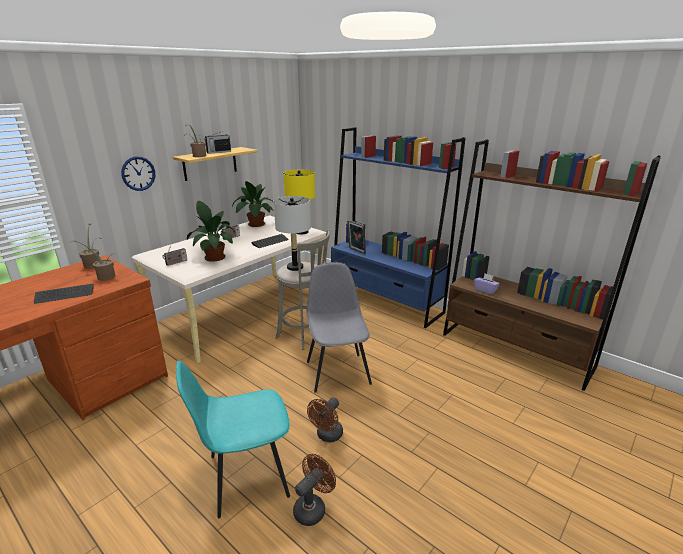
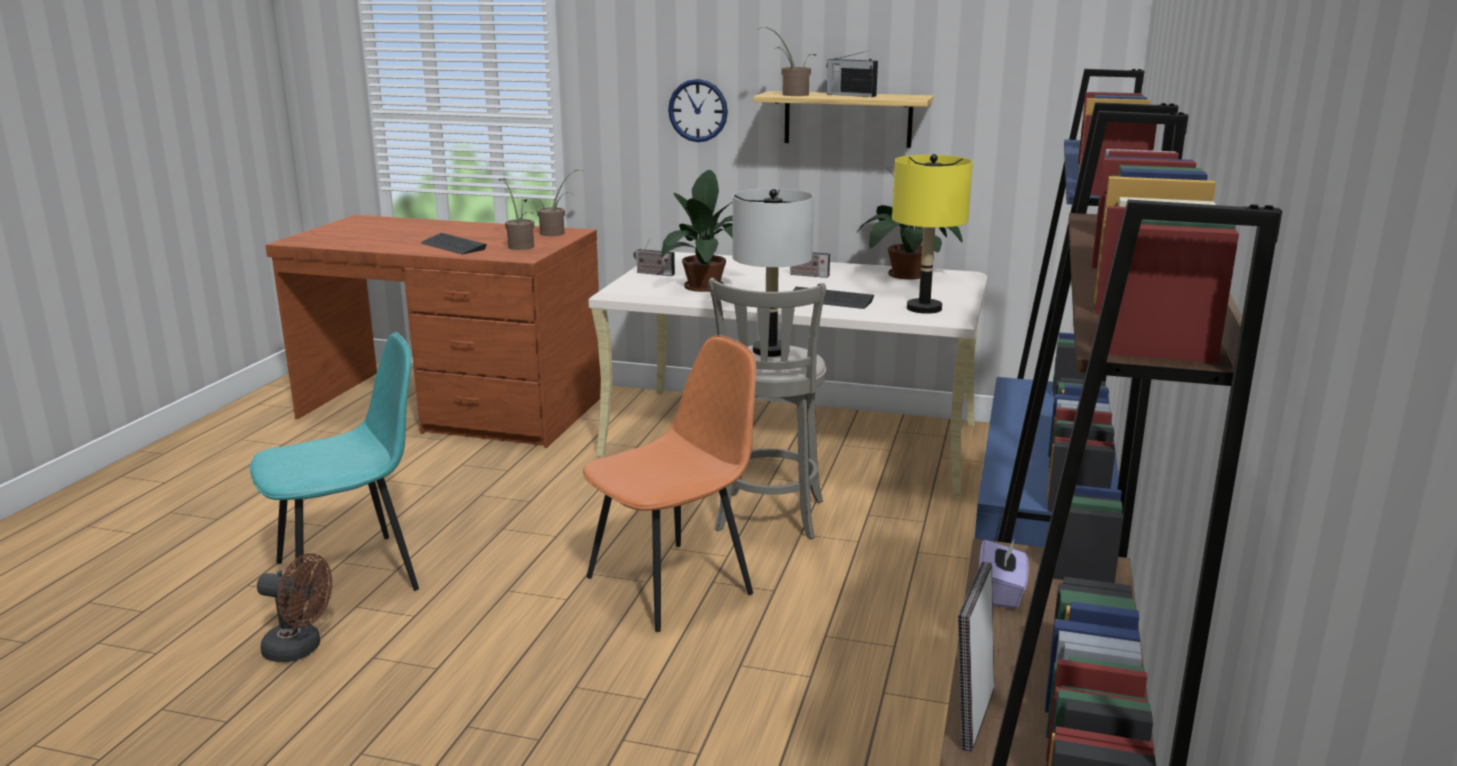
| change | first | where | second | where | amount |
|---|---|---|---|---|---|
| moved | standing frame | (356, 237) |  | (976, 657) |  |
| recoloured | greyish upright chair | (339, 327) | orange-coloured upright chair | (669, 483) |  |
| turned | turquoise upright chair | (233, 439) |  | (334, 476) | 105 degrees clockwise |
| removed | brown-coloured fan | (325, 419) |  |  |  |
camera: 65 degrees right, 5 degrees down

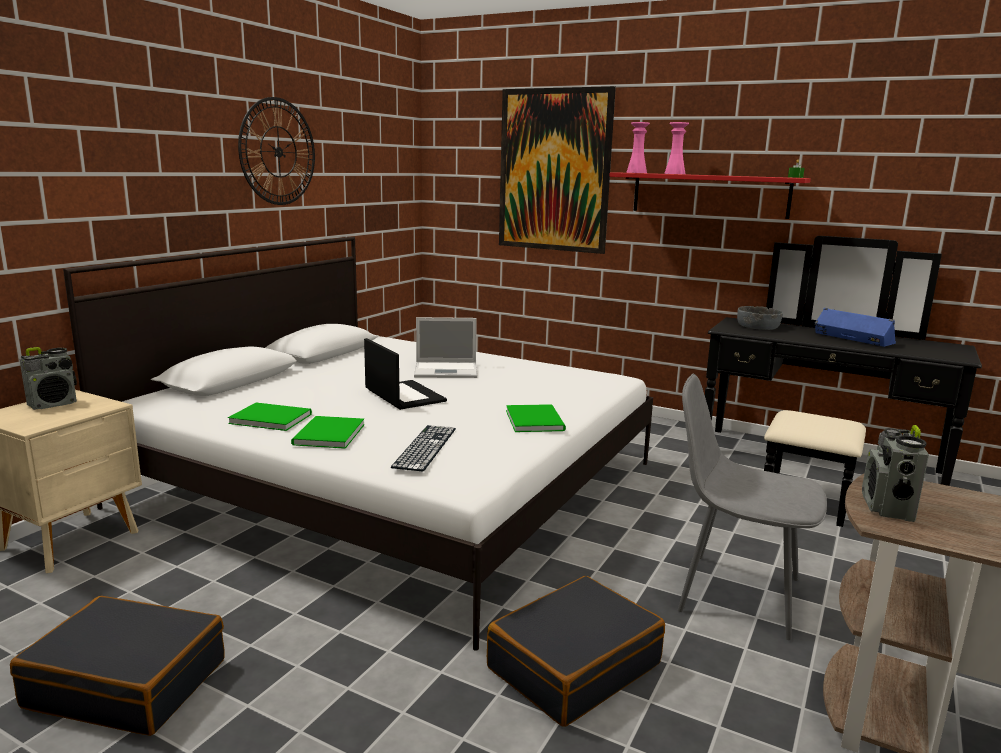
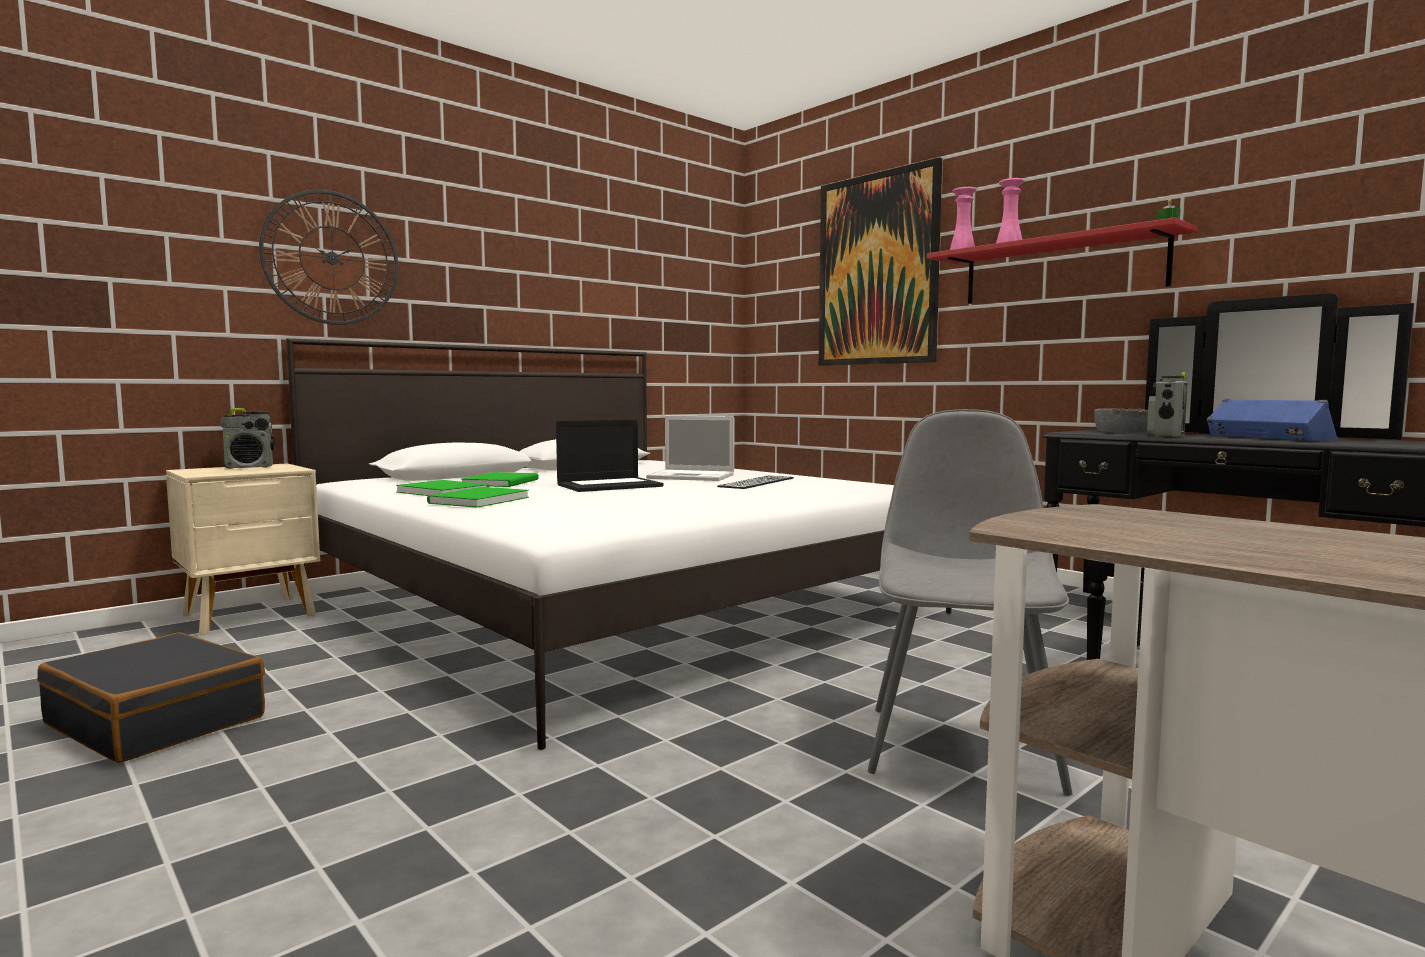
| change | first | where | second | where | amount |
|---|---|---|---|---|---|
| moved | wall clock | (276, 151) |  | (328, 257) |  |
| turned | portable computer | (405, 374) |  | (609, 456) | 75 degrees clockwise |
| turned | greyish upright chair | (752, 507) |  | (969, 602) | 60 degrees clockwise |
| moved | green-coloured bound book | (536, 418) |  | (500, 479) |  |
| moved | PC keyboard | (423, 448) |  | (755, 482) |  |
| moved | radio receiver | (895, 473) |  | (1167, 404) |  |
| removed | black-coloured piece of luggage | (576, 651) |  |  |  |
camera: 20 degrees right, 10 degrees down

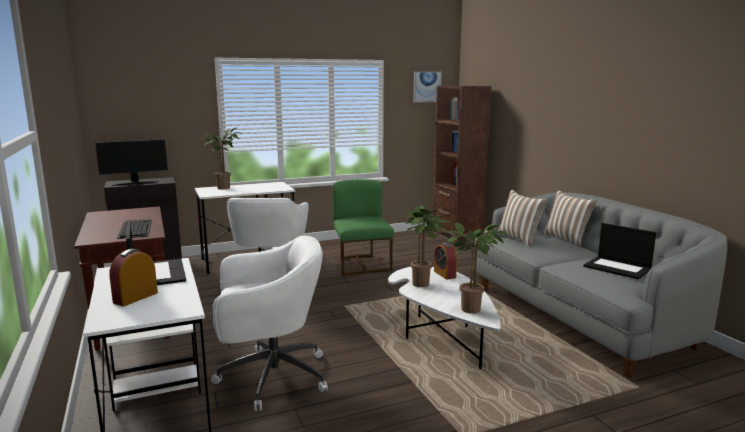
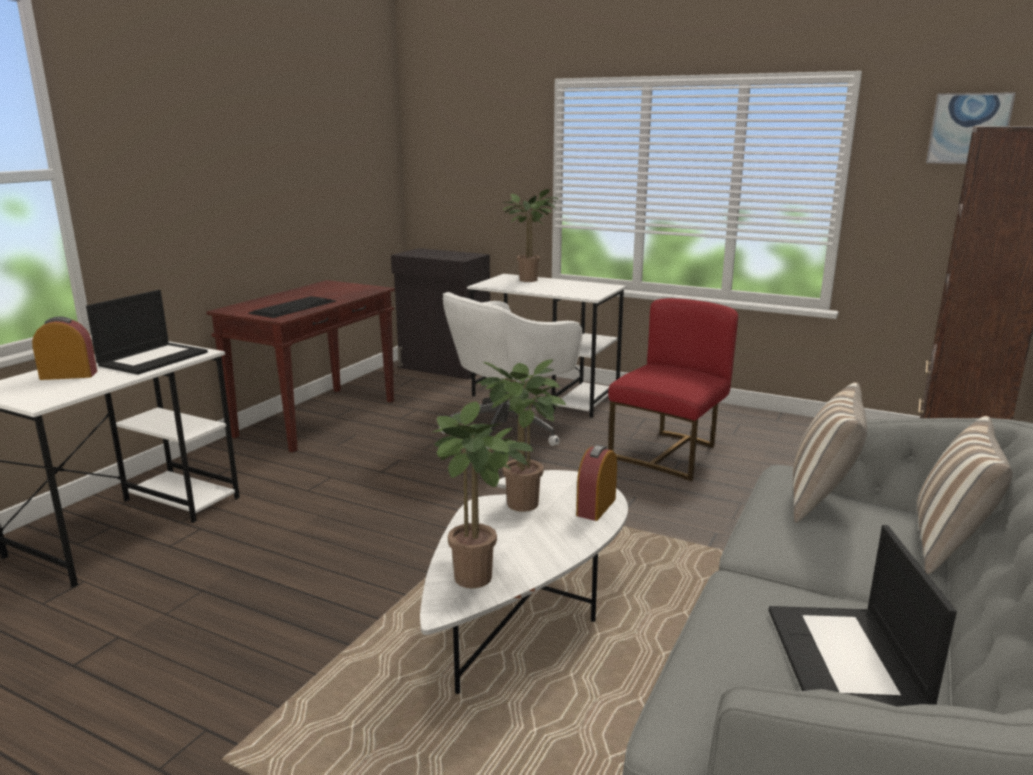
| change | first | where | second | where | amount |
|---|---|---|---|---|---|
| removed | computer screen | (131, 163) |  |  |  |
| recoloured | green-coloured upright chair | (363, 227) | red upright chair | (673, 389) |  |
| removed | white-coloured computer chair | (269, 323) |  |  |  |
camera: 50 degrees right, 5 degrees up

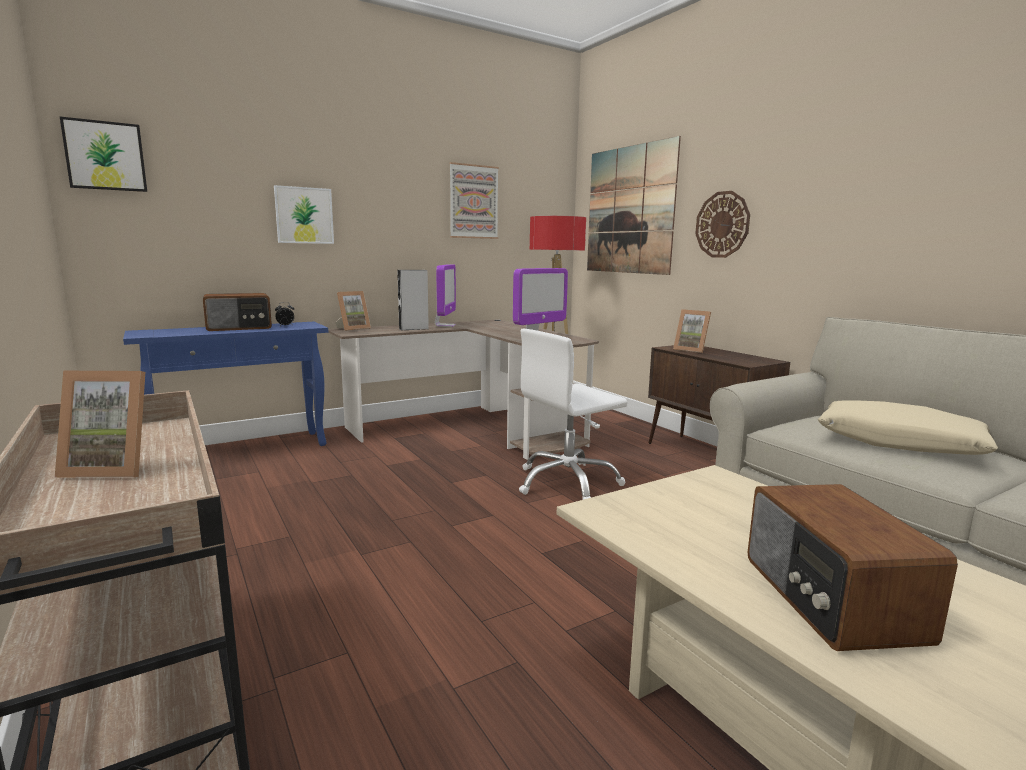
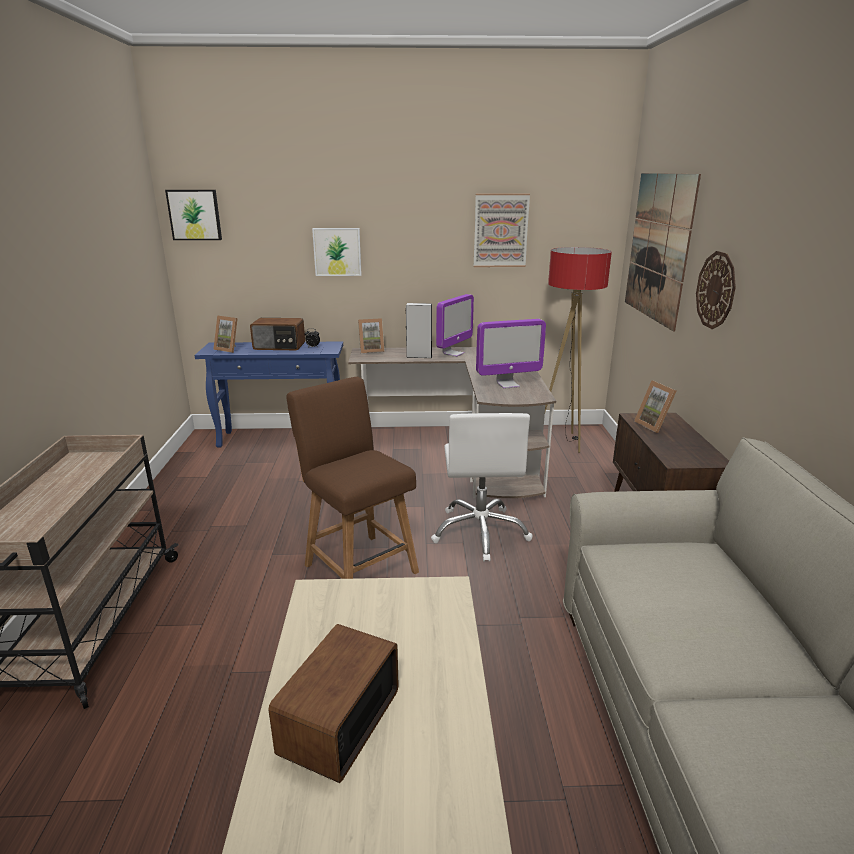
| change | first | where | second | where | amount |
|---|---|---|---|---|---|
| turned | white-coloured computer chair | (573, 414) |  | (482, 487) | 90 degrees counterclockwise |
| moved | standing frame | (100, 424) |  | (225, 334) |  |
| removed | beige-coloured pillow | (908, 427) |  |  |  |
| added |  |  | brown-coloured upright chair | (352, 478) |  |
camera: 30 degrees right, 10 degrees up

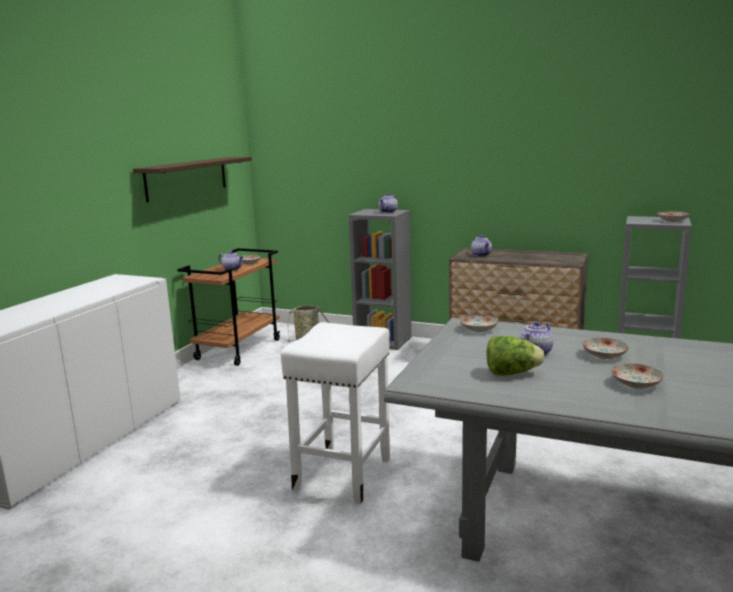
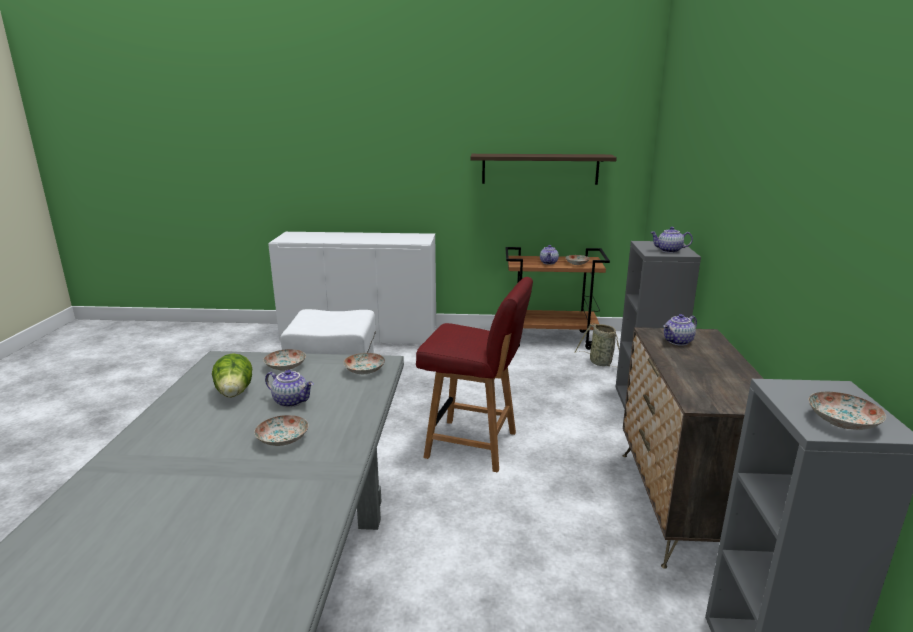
| change | first | where | second | where | amount |
|---|---|---|---|---|---|
| moved | flat dish | (637, 376) |  | (284, 360) |  |
| added |  |  | red upright chair | (474, 374) |  |
camera: 70 degrees right, 5 degrees up

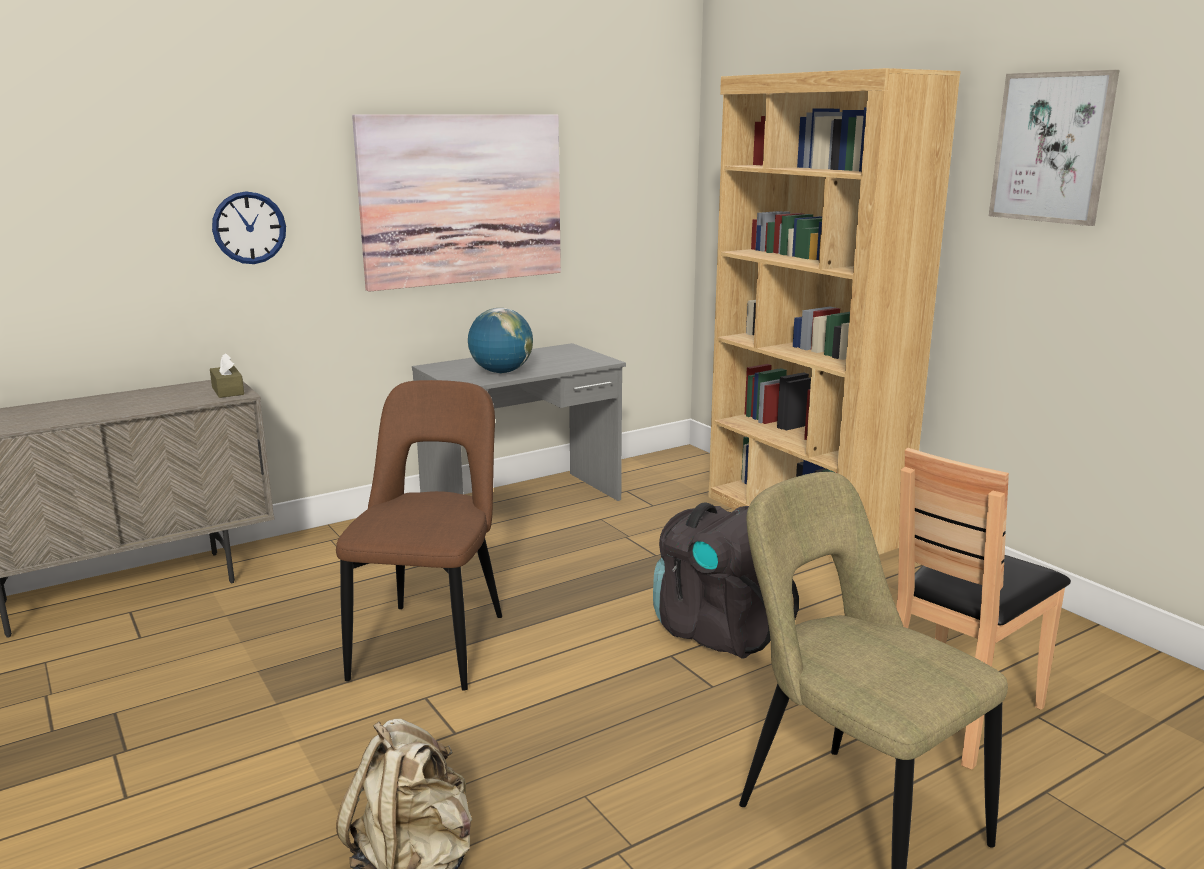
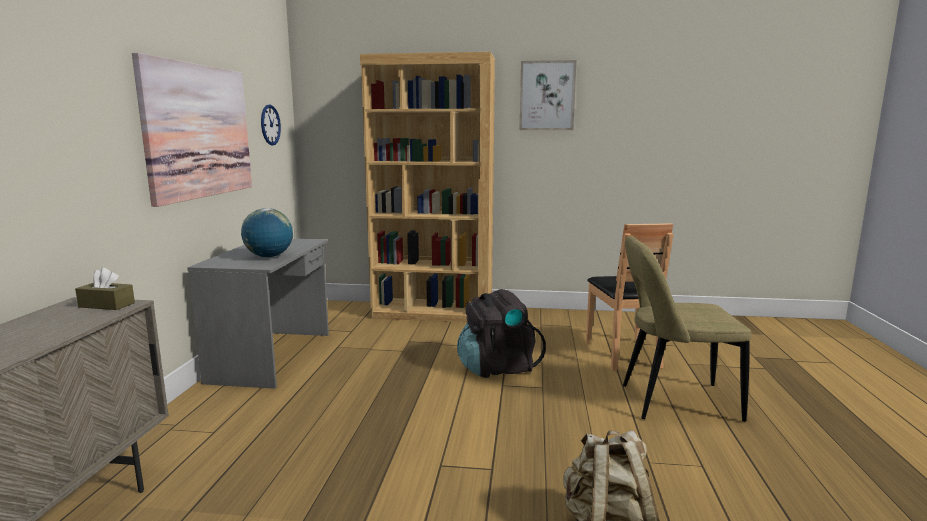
| change | first | where | second | where | amount |
|---|---|---|---|---|---|
| moved | wall clock | (249, 227) |  | (271, 125) |  |
| removed | brown-coloured upright chair | (419, 535) |  |  |  |
camera: 50 degrees left, 5 degrees down

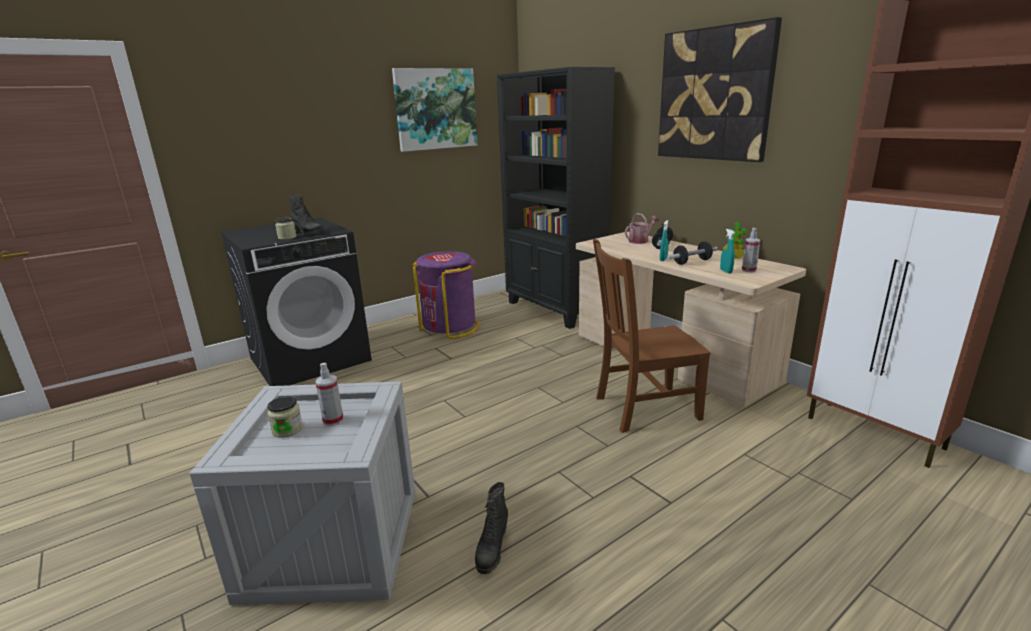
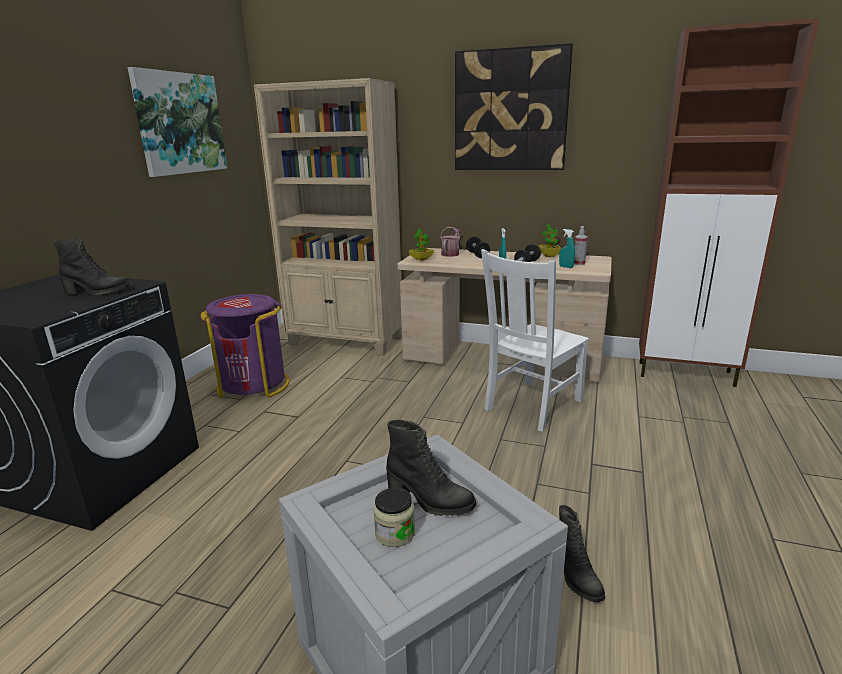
| change | first | where | second | where | amount |
|---|---|---|---|---|---|
| recoloured | black-coloured bookshelf | (556, 198) | beige-coloured bookshelf | (328, 217) |  |
| removed | preserve jar | (285, 229) |  |  |  |
| recoloured | brown-coloured upright chair | (652, 336) | white-coloured upright chair | (535, 341) |  |
| replaced | hand sprayer | (329, 394) | black-coloured tall boot | (431, 468) |  |
| added |  |  | plant in a pot | (421, 245) |  |
camera: 35 degrees left, 0 degrees up

